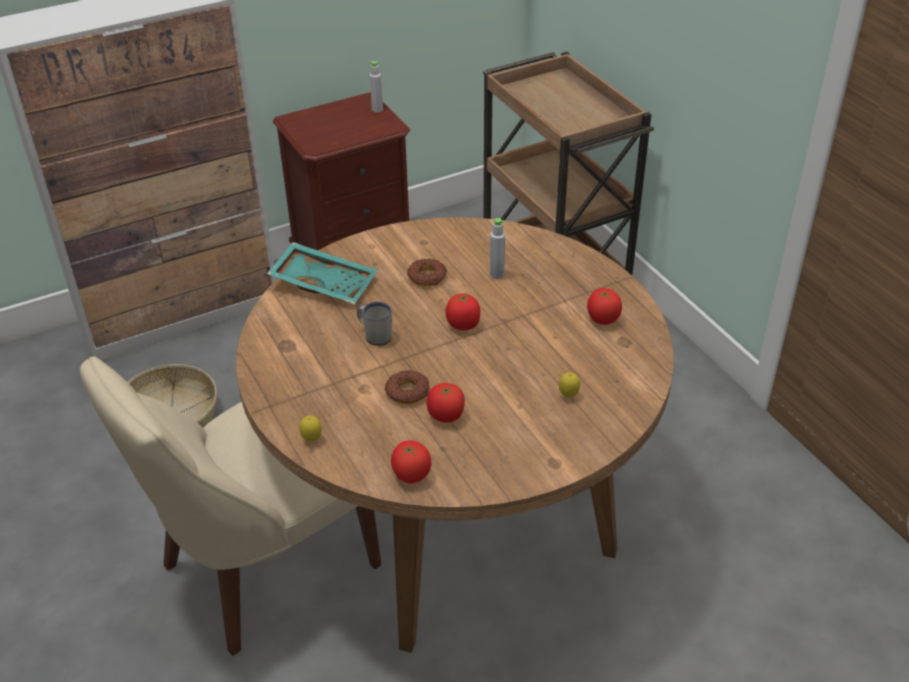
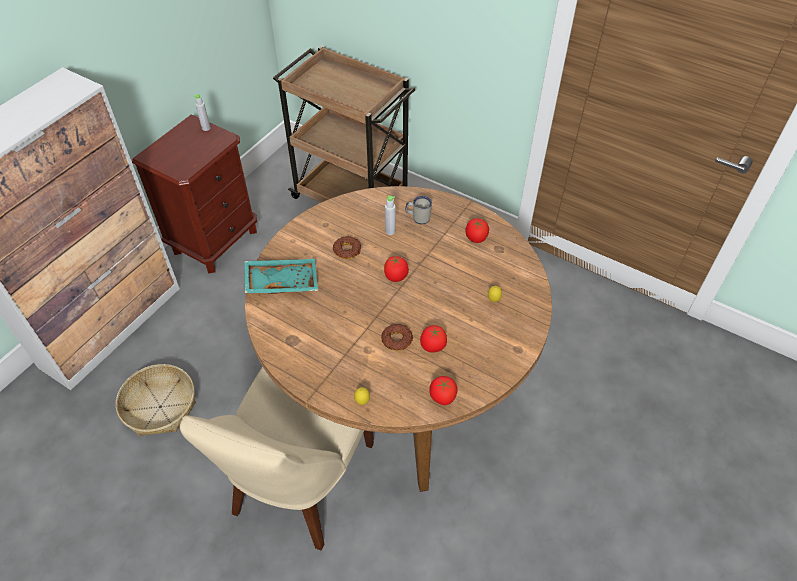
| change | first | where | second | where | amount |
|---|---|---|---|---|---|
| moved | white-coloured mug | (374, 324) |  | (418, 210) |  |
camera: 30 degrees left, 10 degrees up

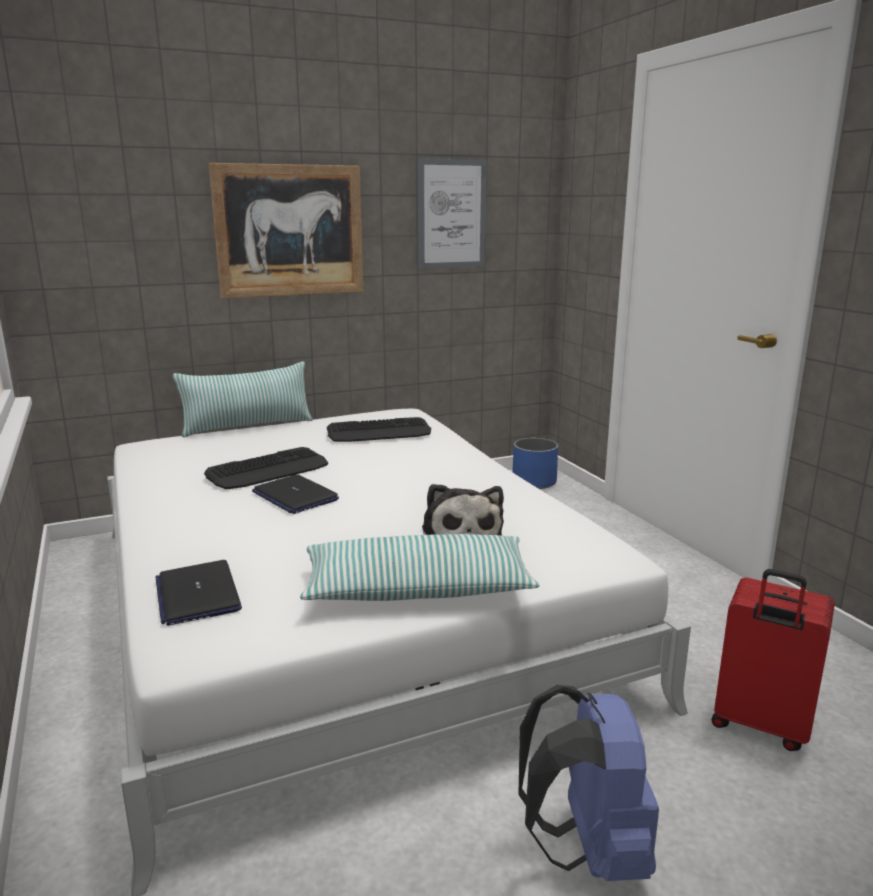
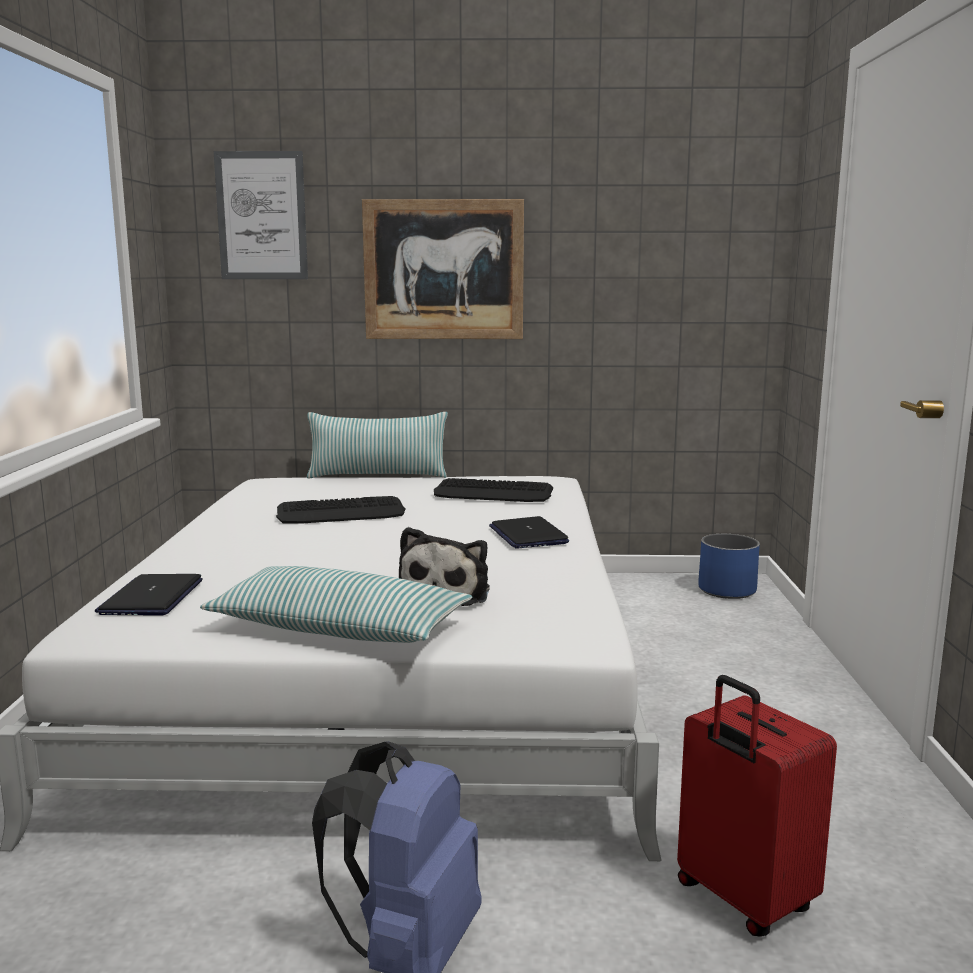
| change | first | where | second | where | amount |
|---|---|---|---|---|---|
| moved | wall picture | (452, 213) |  | (261, 215) |  |
| moved | portable computer | (295, 494) |  | (529, 532) |  |
camera: 25 degrees right, 5 degrees down

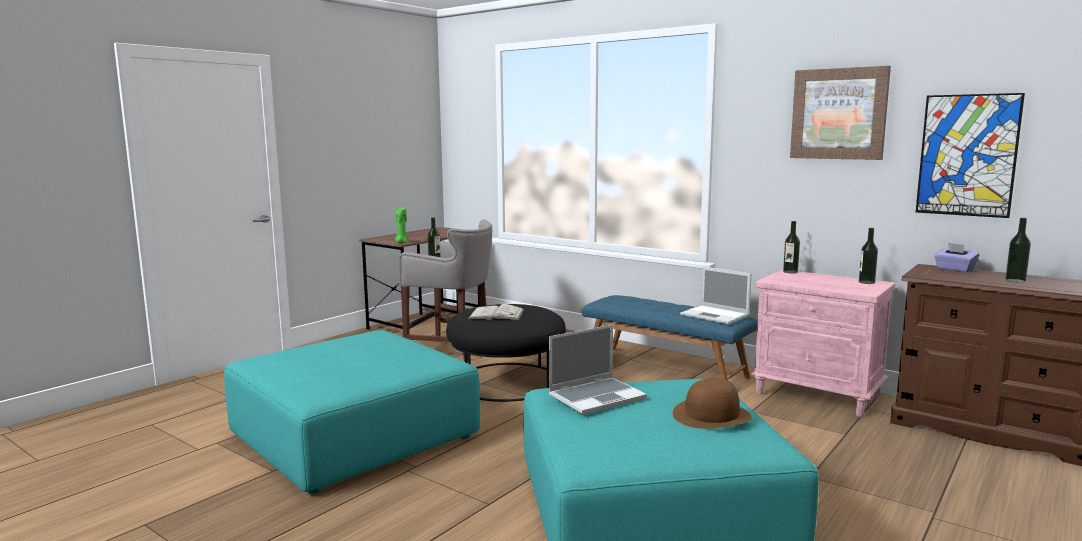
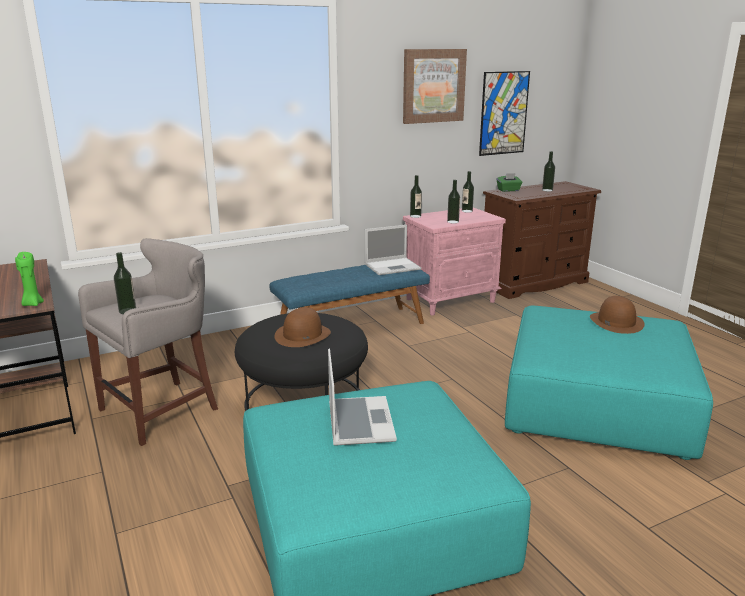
| change | first | where | second | where | amount |
|---|---|---|---|---|---|
| recoloured | purplish tissue holder | (956, 257) | green-coloured tissue holder | (509, 182) |  |
| replaced | white-coloured bound book | (496, 312) | brown-coloured clothing hat | (302, 327) |  |
| moved | portable computer | (598, 370) |  | (362, 397) |  |
| added |  |  | beverage bottle | (453, 201) |  |
camera: 65 degrees left, 10 degrees up

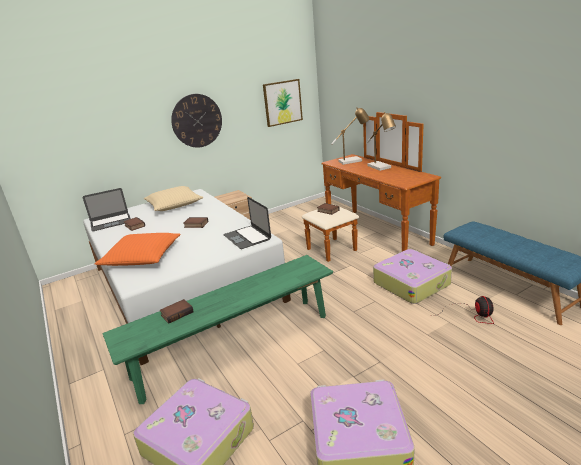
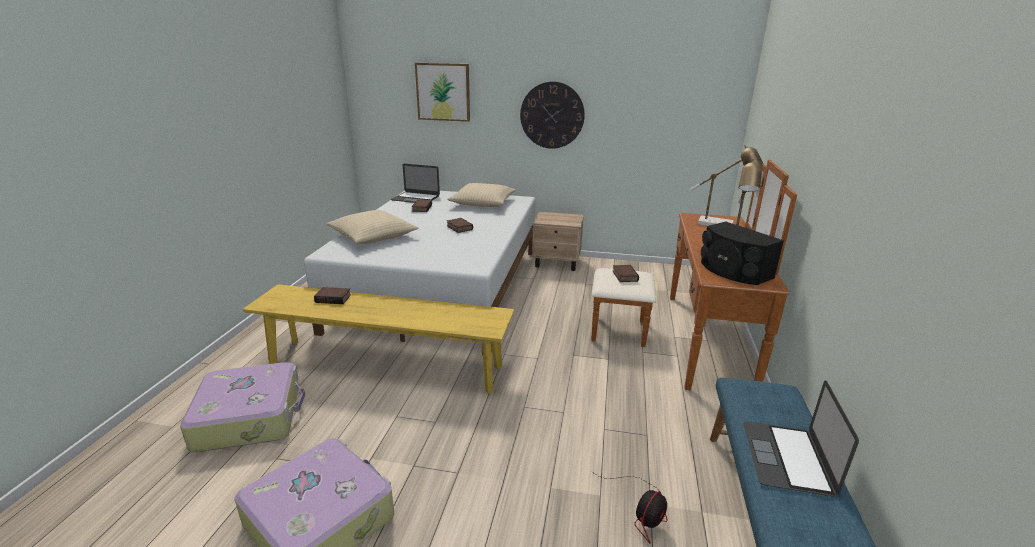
| change | first | where | second | where | amount |
|---|---|---|---|---|---|
| moved | wall picture | (283, 103) |  | (442, 92) |  |
| moved | portable computer | (247, 223) |  | (801, 438) |  |
| recoloured | orange-coloured pillow | (138, 249) | beige-coloured pillow | (372, 227) |  |
| removed | piece of luggage | (412, 276) |  |  |  |
| recoloured | green-coloured indoor bench | (217, 329) | yellow-coloured indoor bench | (378, 339) |  |
| added |  |  | black-coloured loudspeaker | (742, 253) |  |
camera: 40 degrees right, 0 degrees up

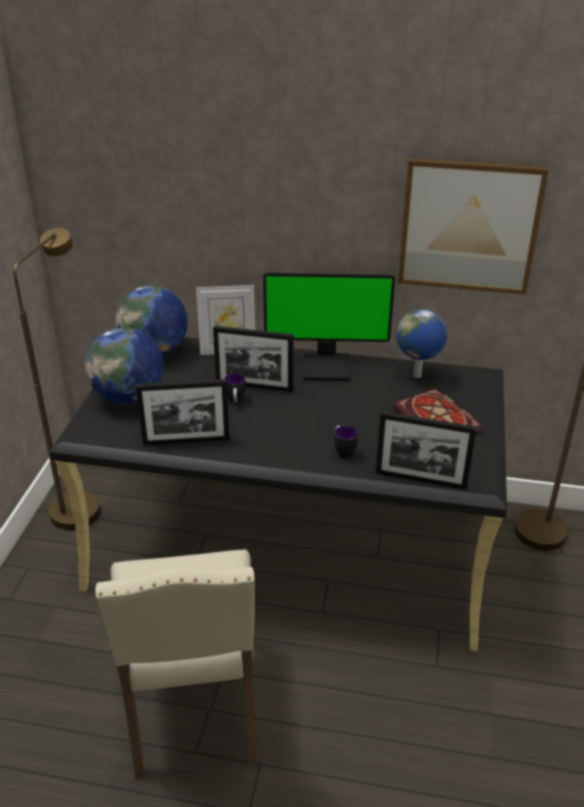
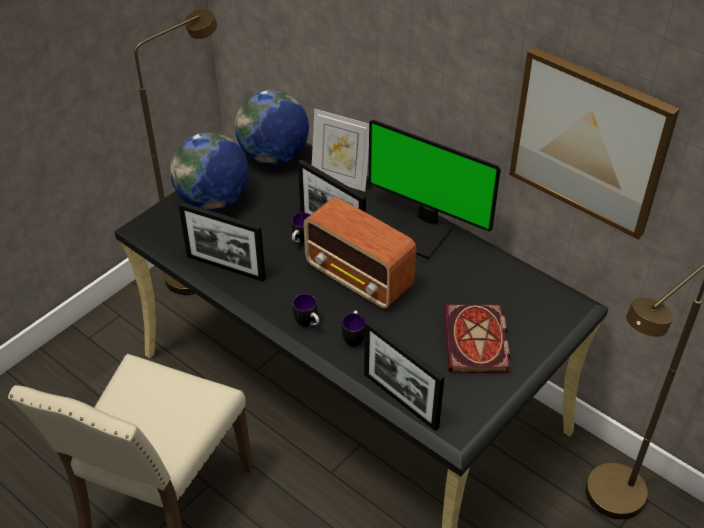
| change | first | where | second | where | amount |
|---|---|---|---|---|---|
| removed | desk globe | (421, 343) |  |  |  |
| added |  |  | radio receiver | (360, 252) |  |
| added |  |  | mug | (306, 310) |  |
camera: 30 degrees right, 10 degrees up

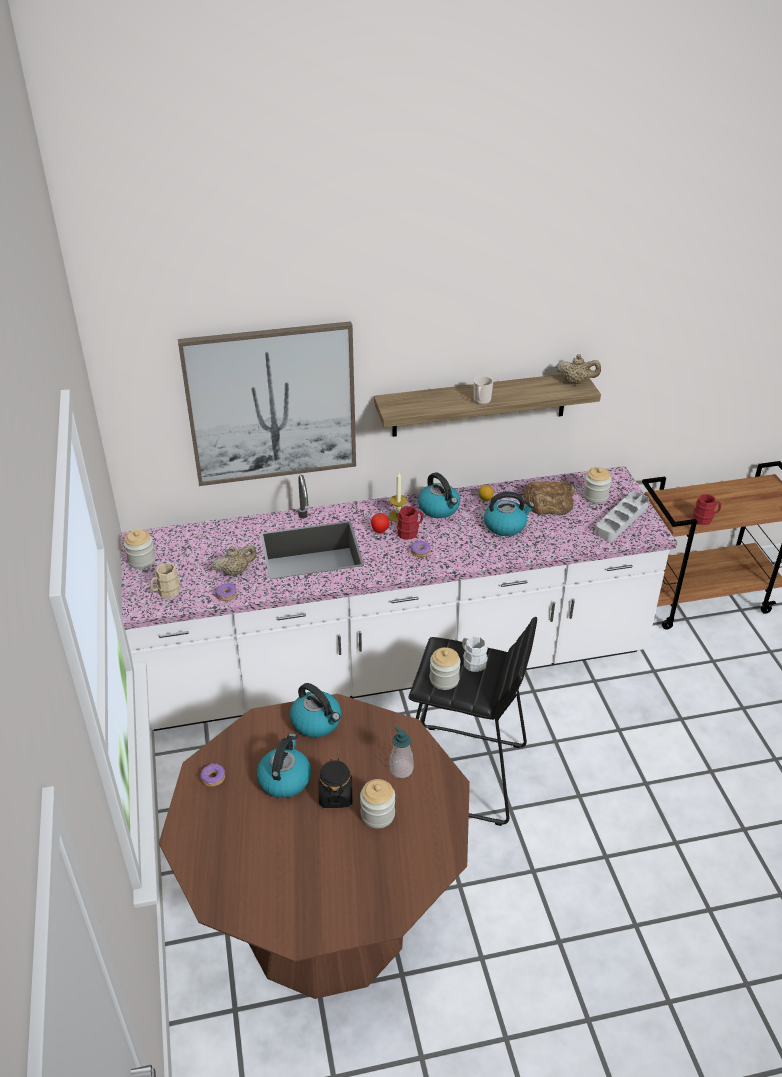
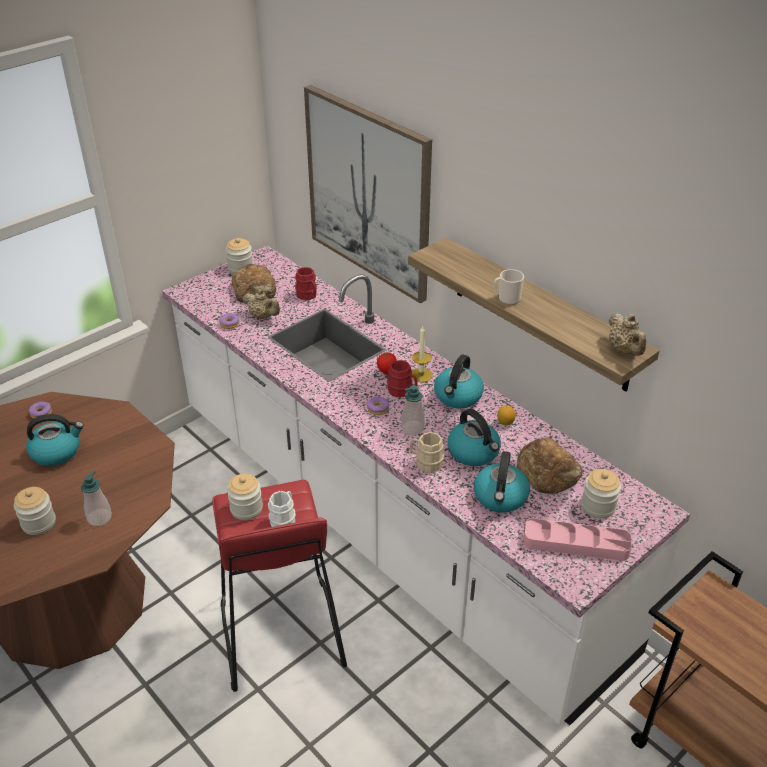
| change | first | where | second | where | amount |
|---|---|---|---|---|---|
| recoloured | greyish serving tray | (622, 516) | pink-coloured serving tray | (578, 539) |  |
| moved | red mug | (707, 509) |  | (306, 283) |  |
| moved | beige-coloured mug | (165, 580) |  | (427, 452) |  |
| recoloured | black-coloured stool | (472, 721) | red stool | (279, 586) |  |
| moved | tea kettle | (316, 710) |  | (502, 482) |  |
| removed | black-coloured preserve jar | (335, 783) |  |  |  |
| added |  |  | bread | (254, 283) |  |
| added |  |  | soap dispenser | (413, 410) |  |
camera: 60 degrees right, 0 degrees up

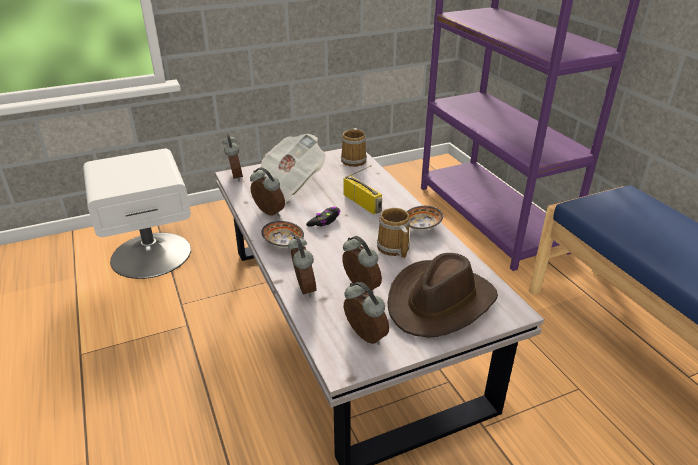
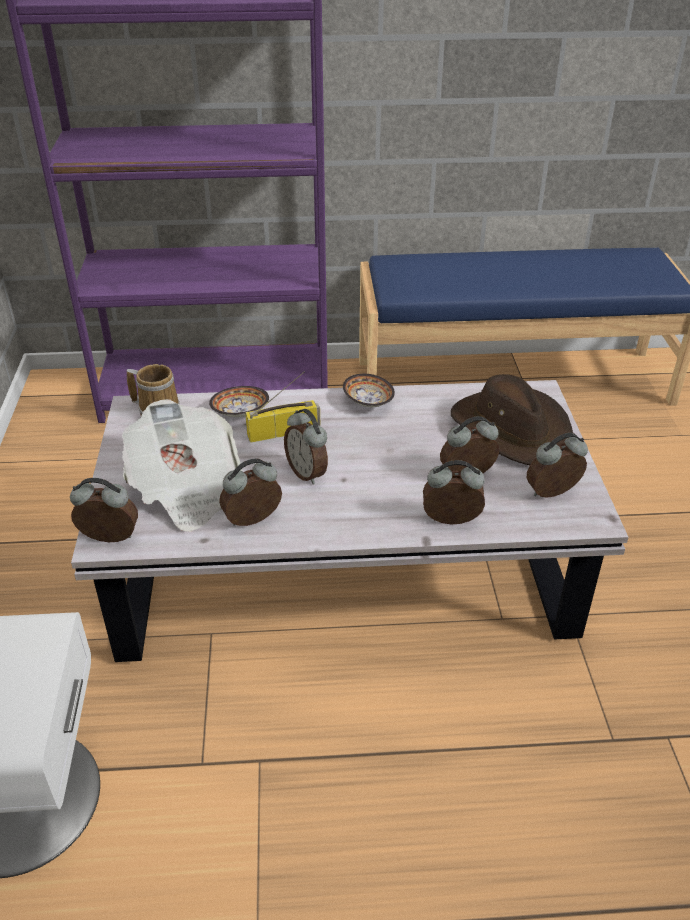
| change | first | where | second | where | amount |
|---|---|---|---|---|---|
| replaced | black-coloured gamepad | (323, 217) | alarm clock | (306, 447) |  |
| removed | mug | (393, 233) |  |  |  |
| moved | deep dish | (282, 234) |  | (239, 401) |  |
camera: 70 degrees left, 5 degrees up

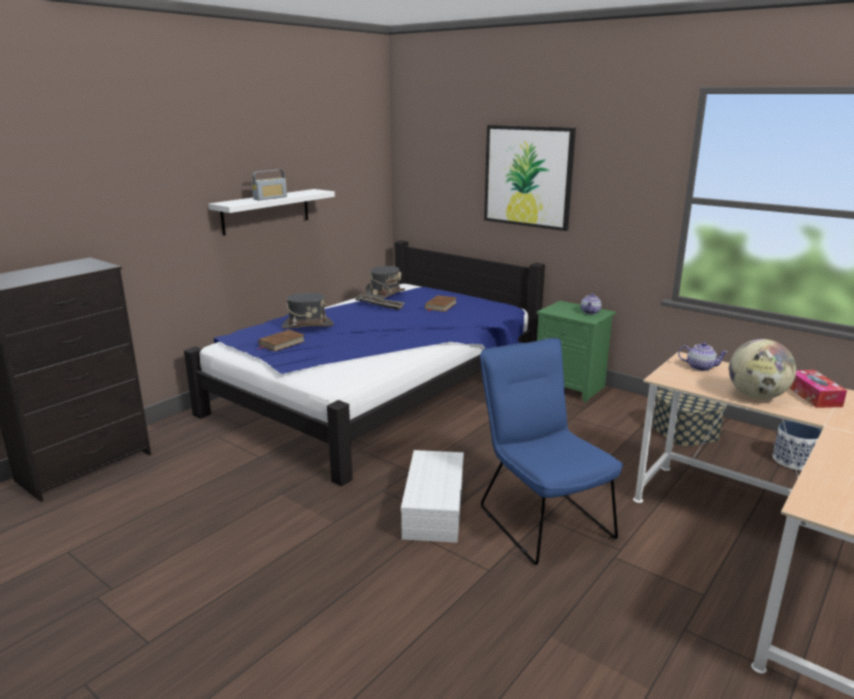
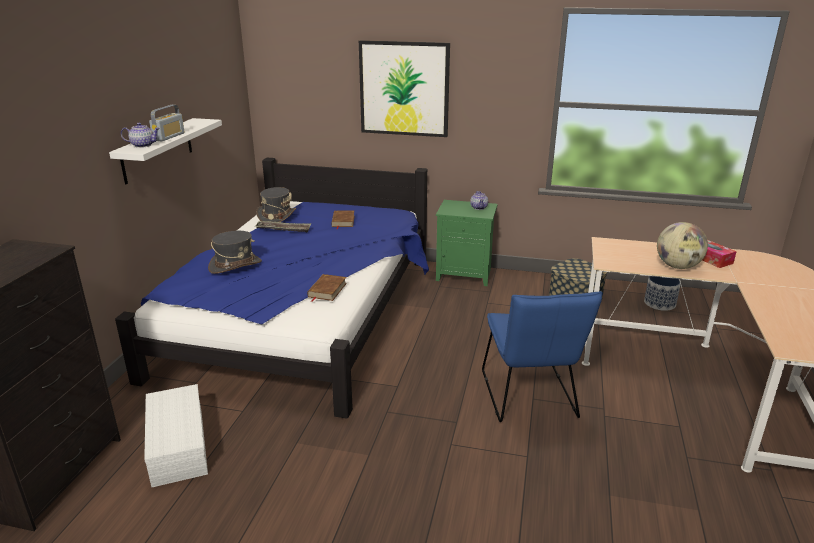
| change | first | where | second | where | amount |
|---|---|---|---|---|---|
| moved | brown-coloured bound book | (281, 341) |  | (327, 288) |  |
| turned | blue-coloured upright chair | (551, 451) |  | (542, 356) | 135 degrees counterclockwise |
| moved | pot for tea | (703, 356) |  | (140, 135) |  |
| moved | white-coloured storage box | (432, 496) |  | (176, 436) |  |
camera: 25 degrees left, 5 degrees up

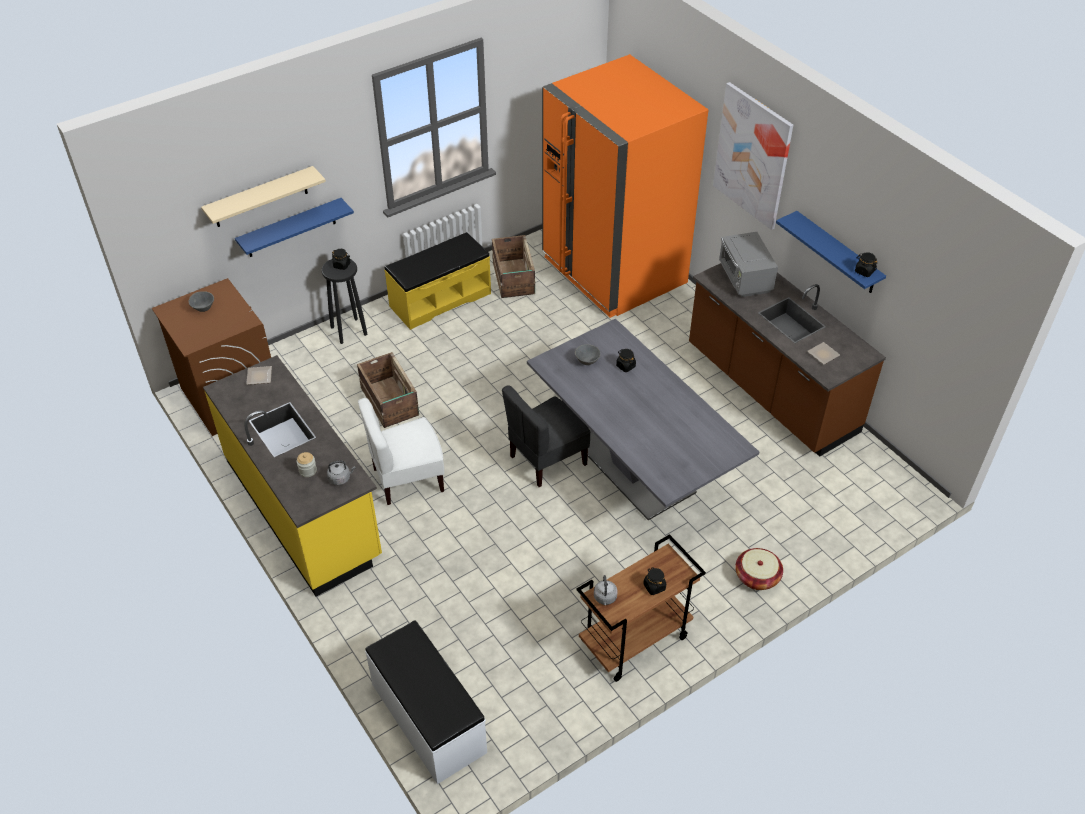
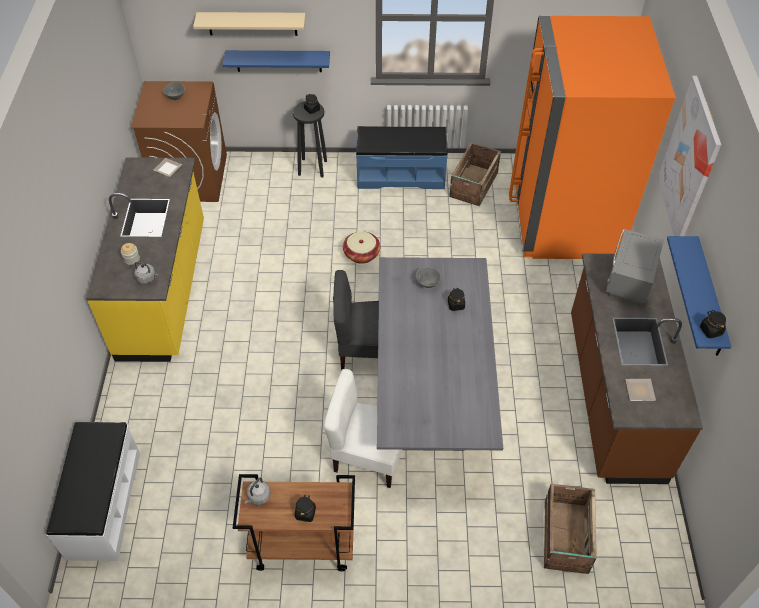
| change | first | where | second | where | amount |
|---|---|---|---|---|---|
| recoloured | yellow-coloured indoor bench | (437, 281) | blue-coloured indoor bench | (402, 157) |  |
| moved | packing crate | (388, 390) |  | (570, 529) |  |
| moved | white-coloured upright chair | (401, 451) |  | (363, 428) |  |
| moved | basket | (759, 569) |  | (361, 247) |  |
camera: 35 degrees right, 5 degrees up

